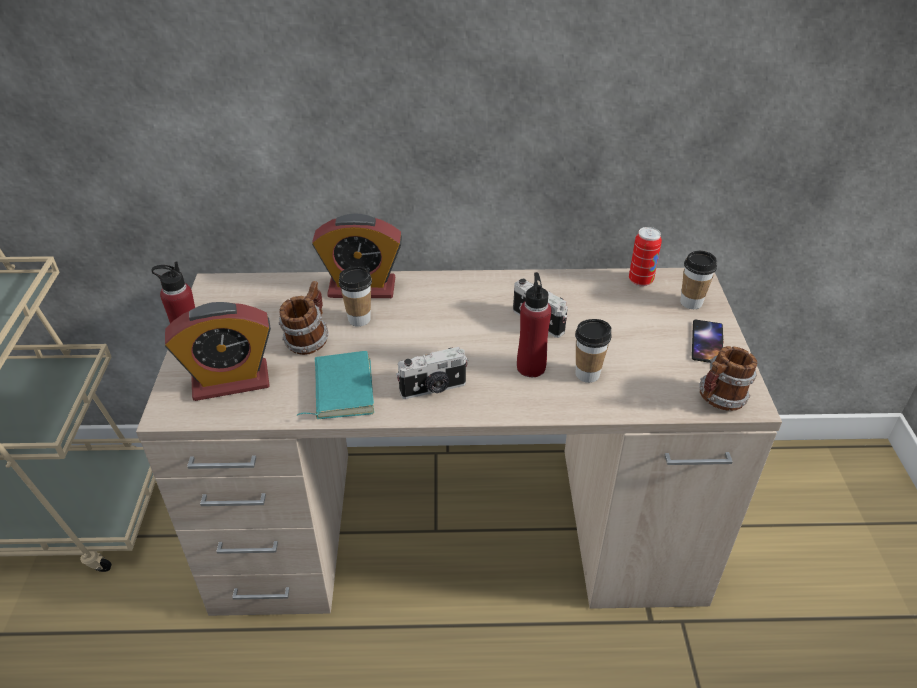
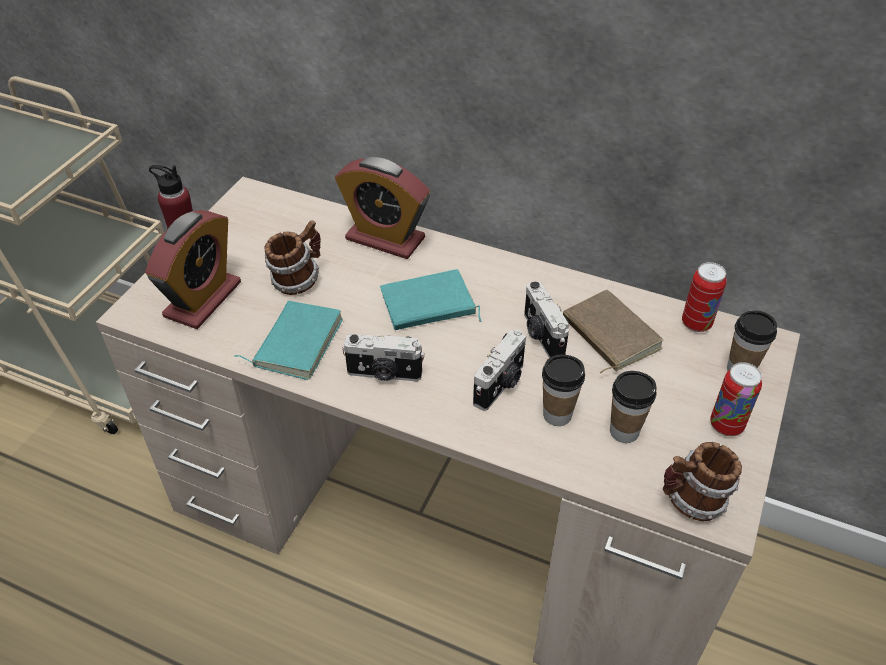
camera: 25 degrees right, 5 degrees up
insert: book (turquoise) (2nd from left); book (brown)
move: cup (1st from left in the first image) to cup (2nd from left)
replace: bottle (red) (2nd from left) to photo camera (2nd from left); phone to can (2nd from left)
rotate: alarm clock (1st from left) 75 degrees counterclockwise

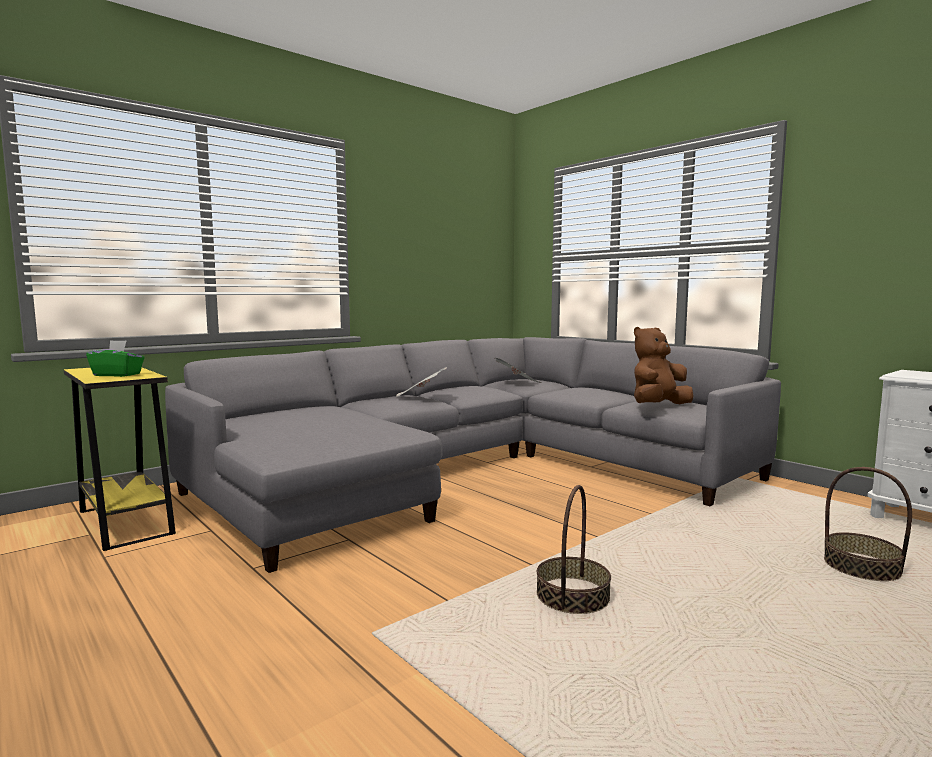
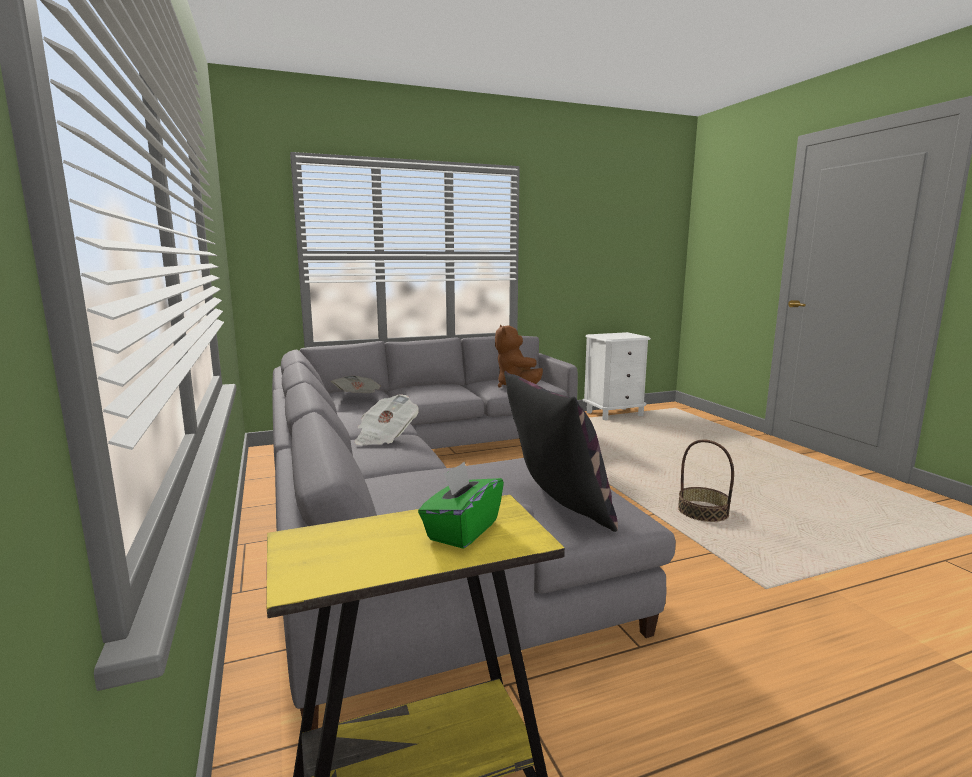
camera: 70 degrees left, 5 degrees up
delete: basket (2nd from left)
insert: pillow

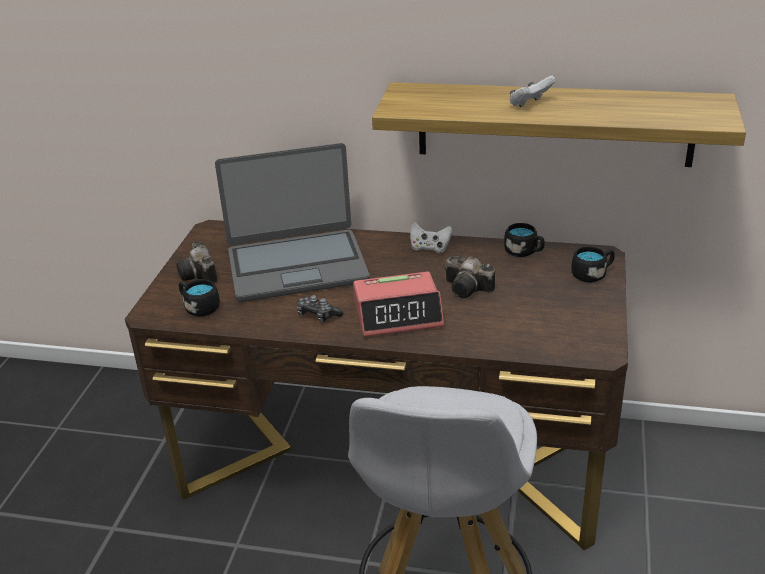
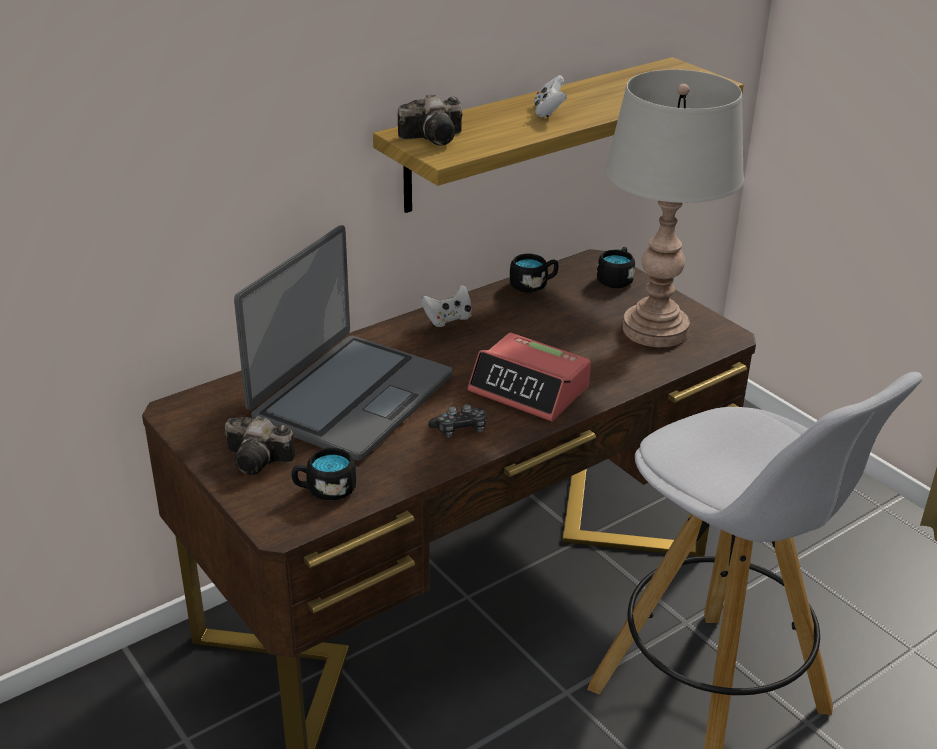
camera: 50 degrees left, 0 degrees up
insert: table lamp (grey)
move: photo camera (2nd from left)
rotate: alarm clock 90 degrees clockwise

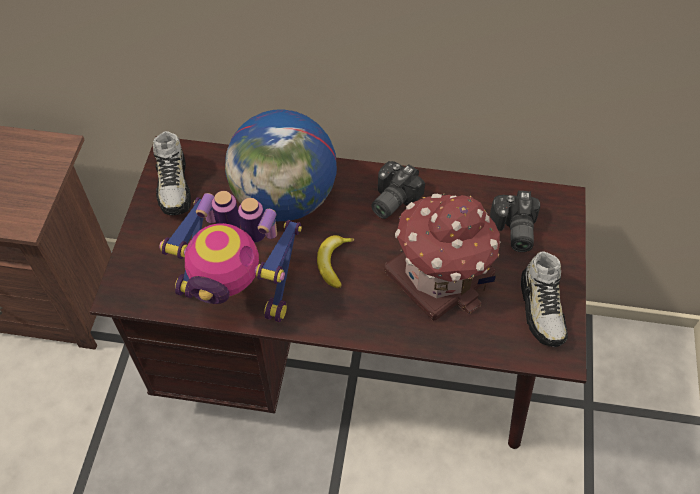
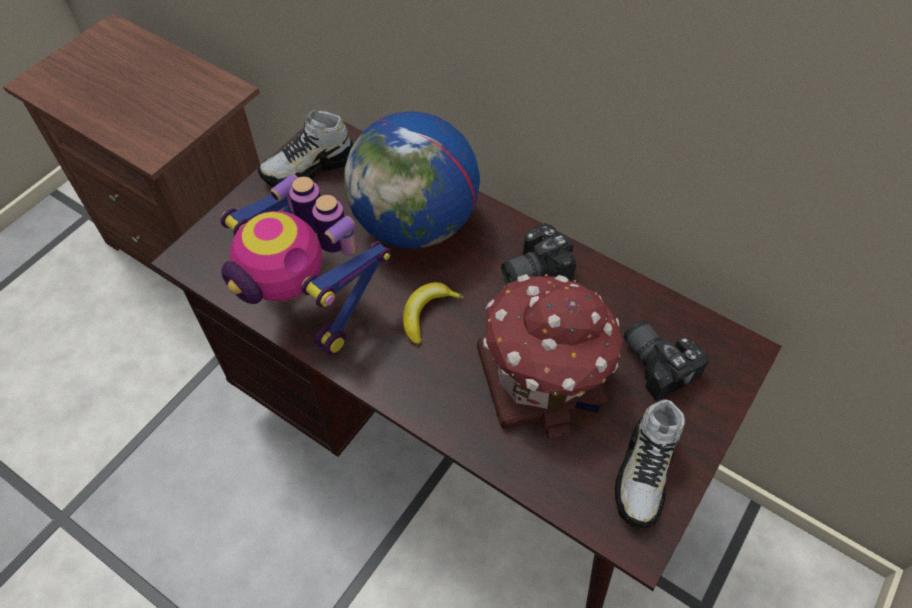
camera: 25 degrees right, 0 degrees up
rotate: shoe (1st from left) 45 degrees clockwise; photo camera (2nd from left) 120 degrees clockwise

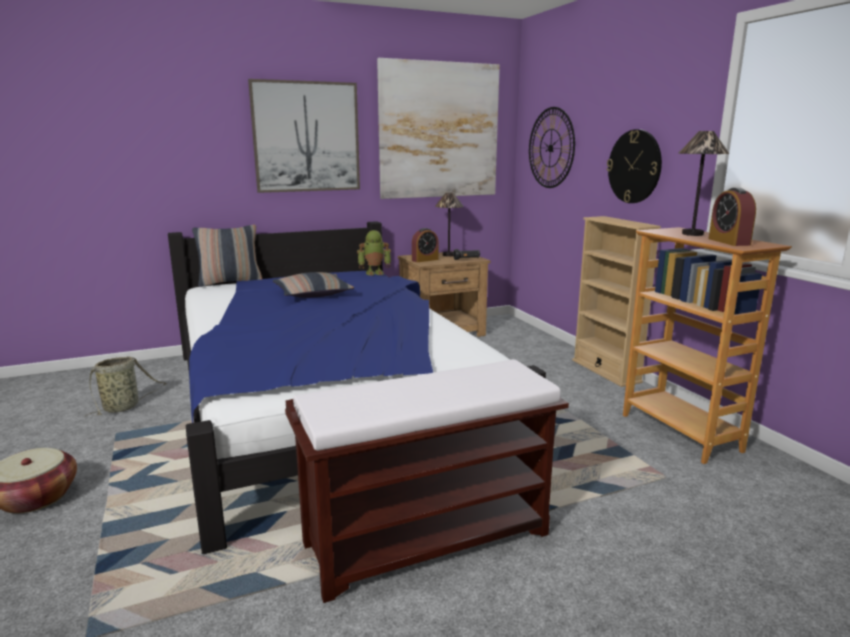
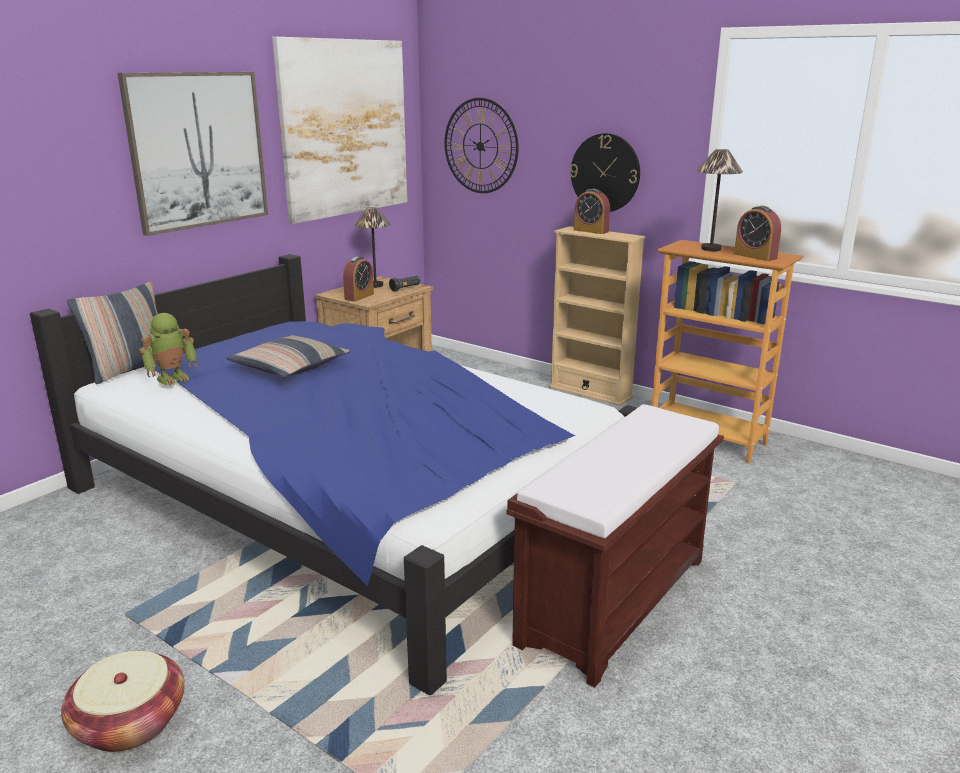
camera: 30 degrees left, 5 degrees up
delete: basket (2nd from left)
insert: alarm clock (2nd from left)
move: toy robot

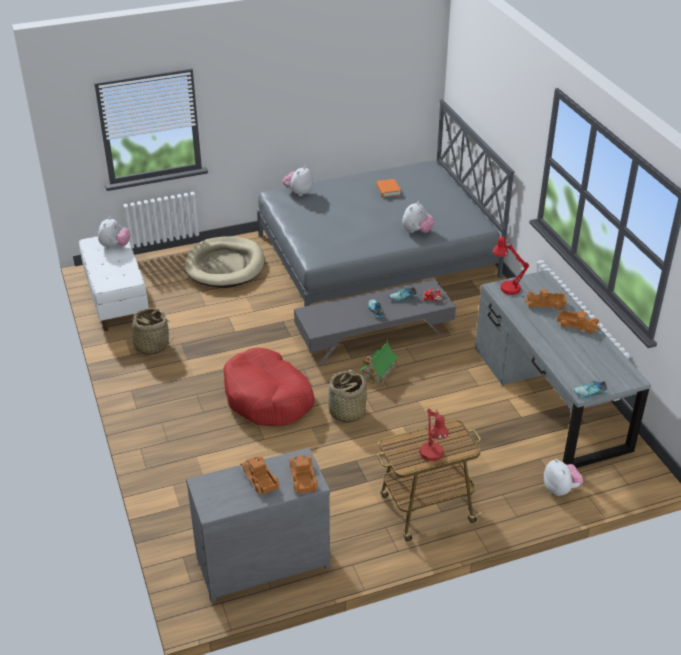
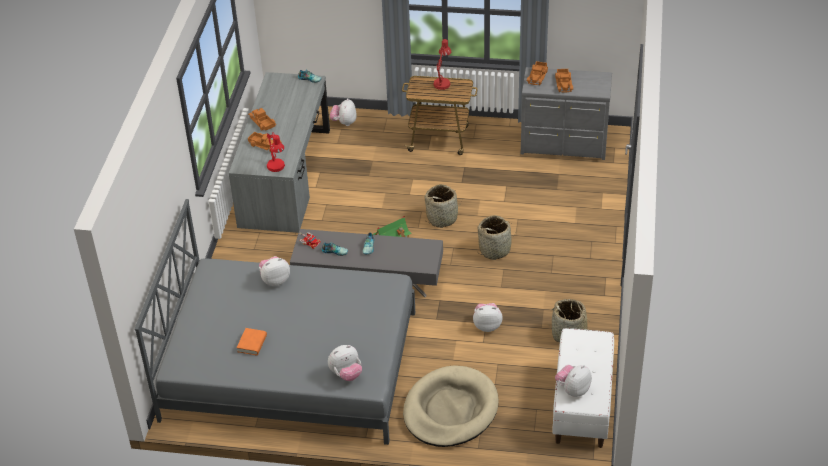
camera: 150 degrees left, 5 degrees up
insert: plush toy (4th from left)
replace: dog bed (red) to basket (2nd from left)

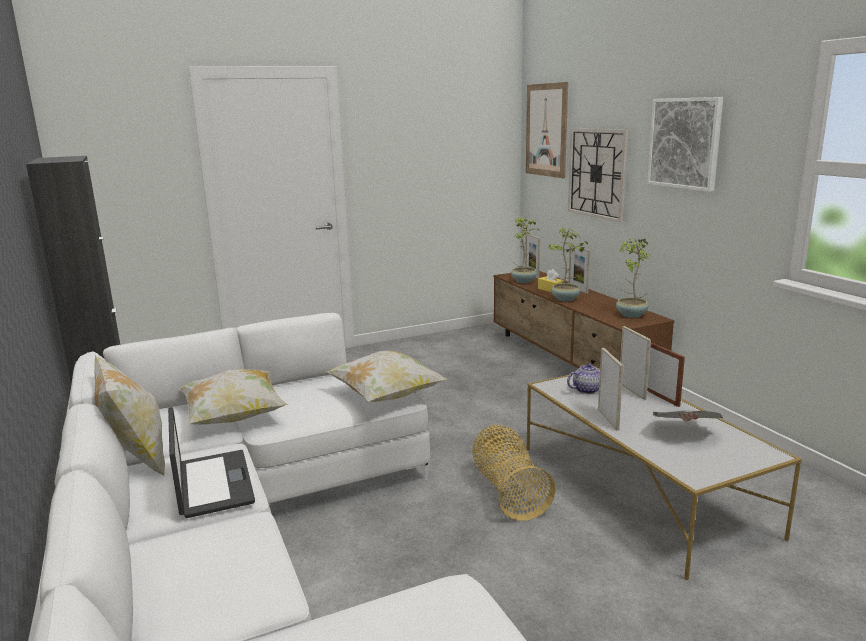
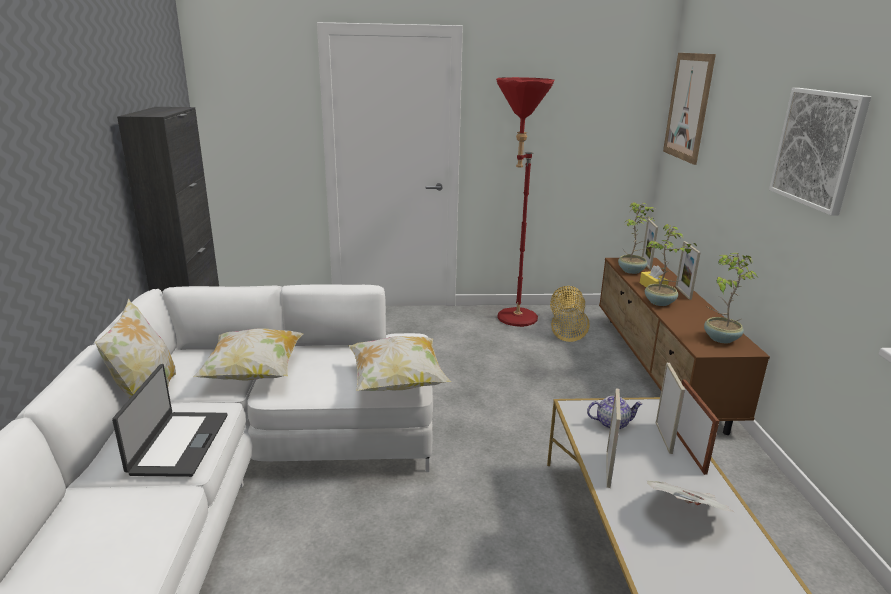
camera: 20 degrees right, 5 degrees up
delete: wall clock
insert: floor lamp (red)
move: basket

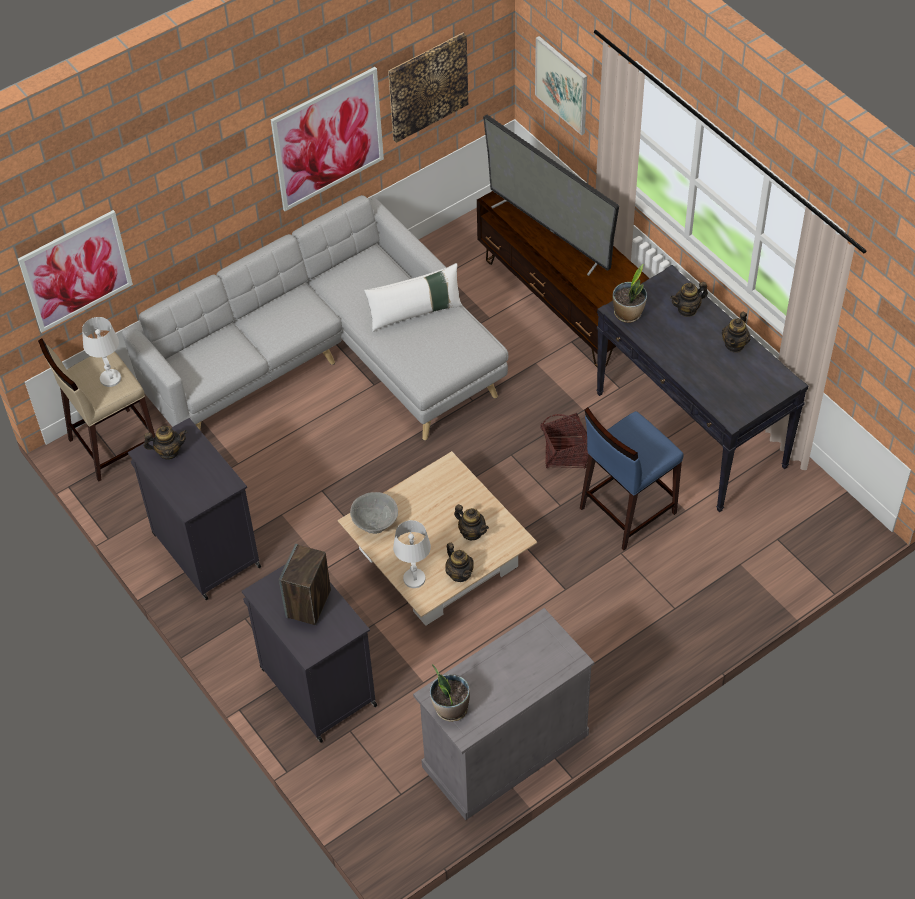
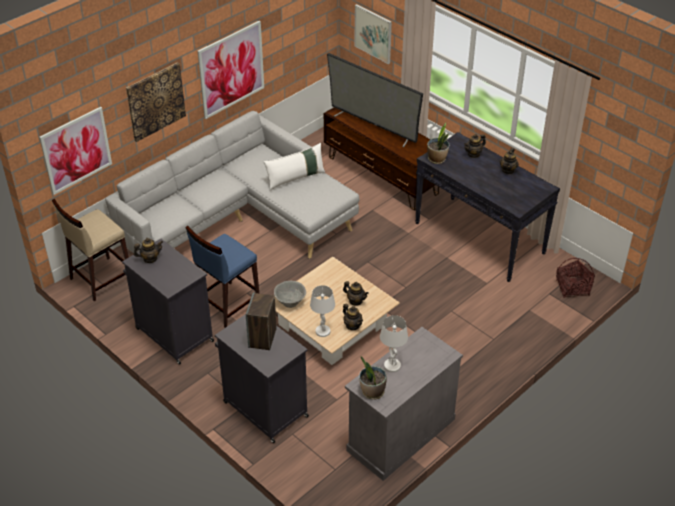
camera: 10 degrees left, 10 degrees down
move: picture (3rd from left in the first image) to picture (2nd from left); stool (blue); table lamp (white) (1st from left in the first image) to table lamp (white) (2nd from left); basket

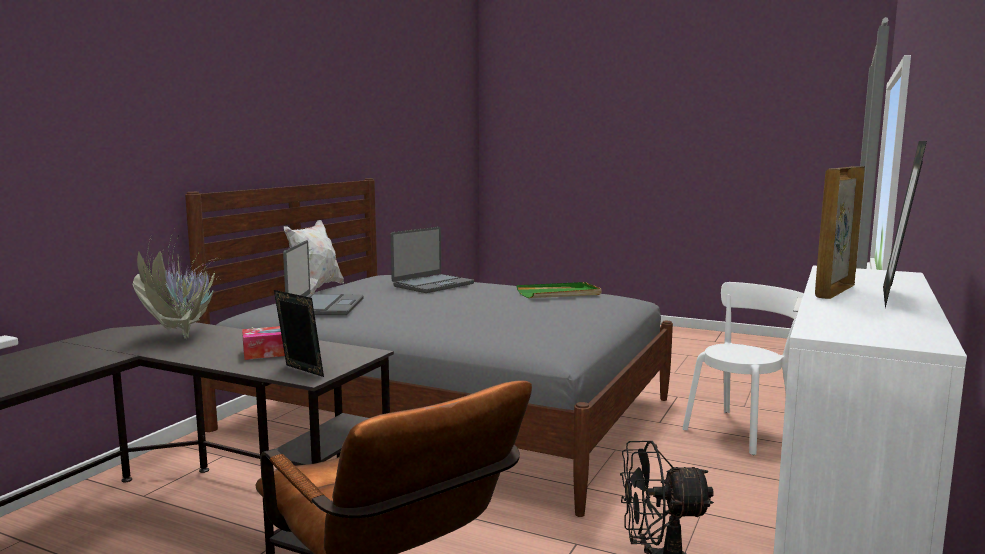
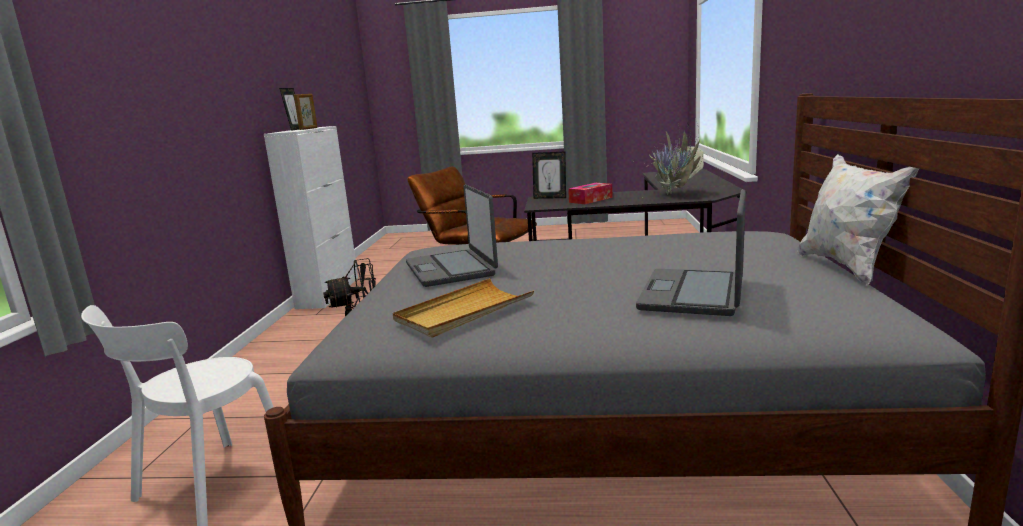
camera: 160 degrees right, 5 degrees up
move: laptop (1st from left)
recolor: tray (green) to tray (beige)

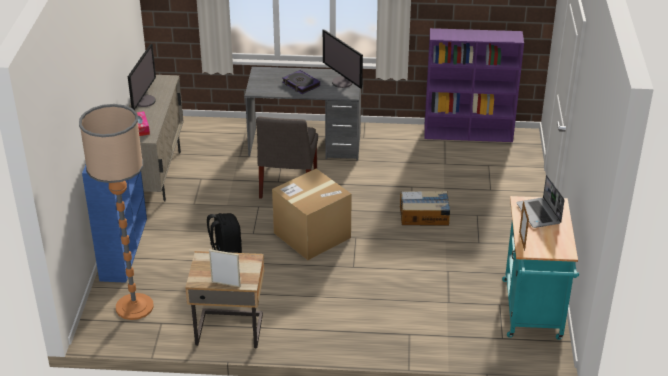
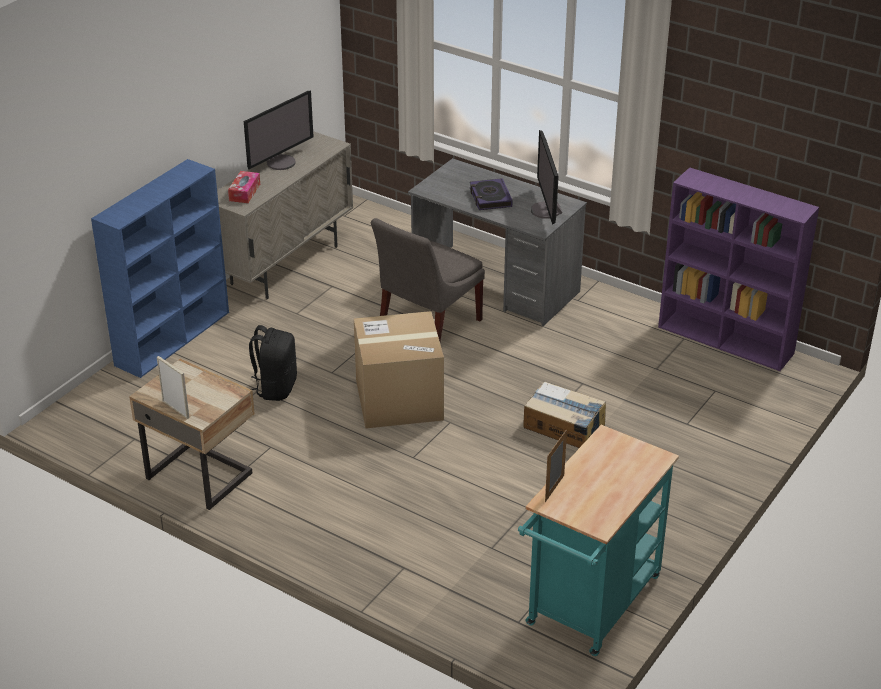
camera: 30 degrees right, 0 degrees up
delete: floor lamp; laptop

